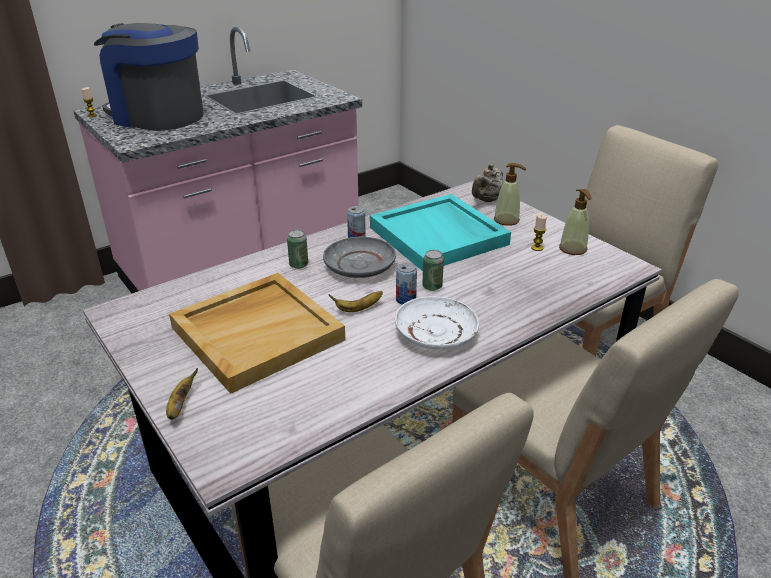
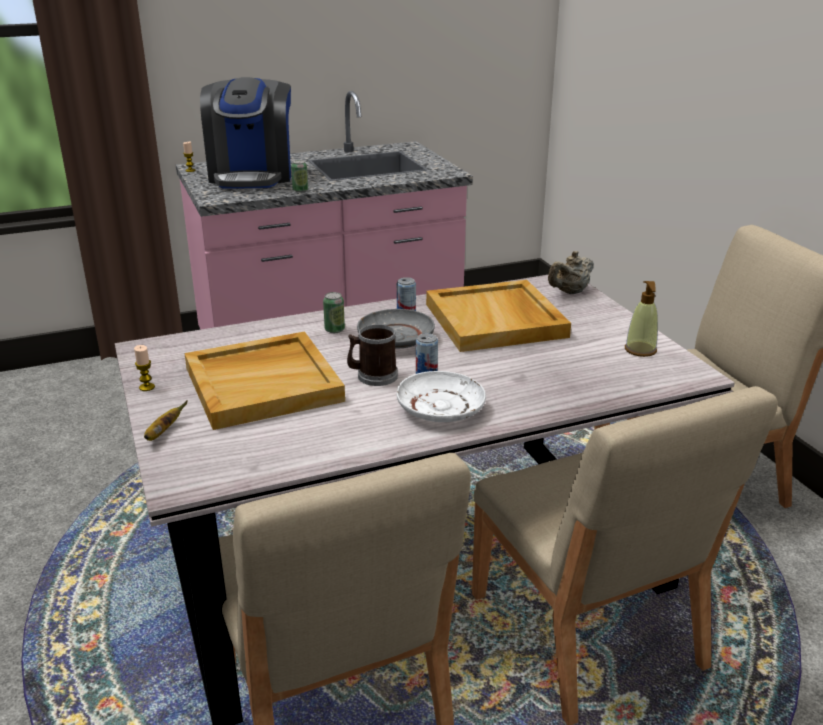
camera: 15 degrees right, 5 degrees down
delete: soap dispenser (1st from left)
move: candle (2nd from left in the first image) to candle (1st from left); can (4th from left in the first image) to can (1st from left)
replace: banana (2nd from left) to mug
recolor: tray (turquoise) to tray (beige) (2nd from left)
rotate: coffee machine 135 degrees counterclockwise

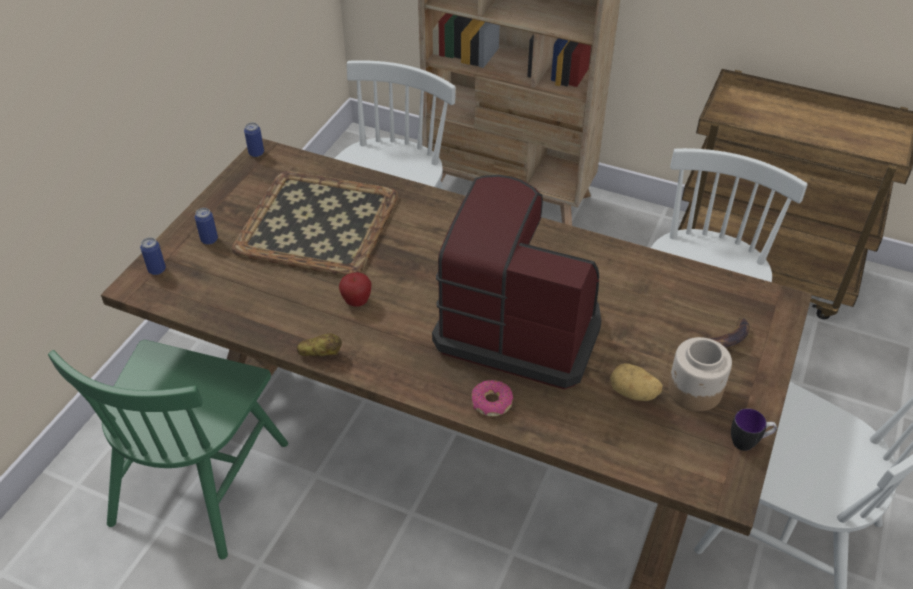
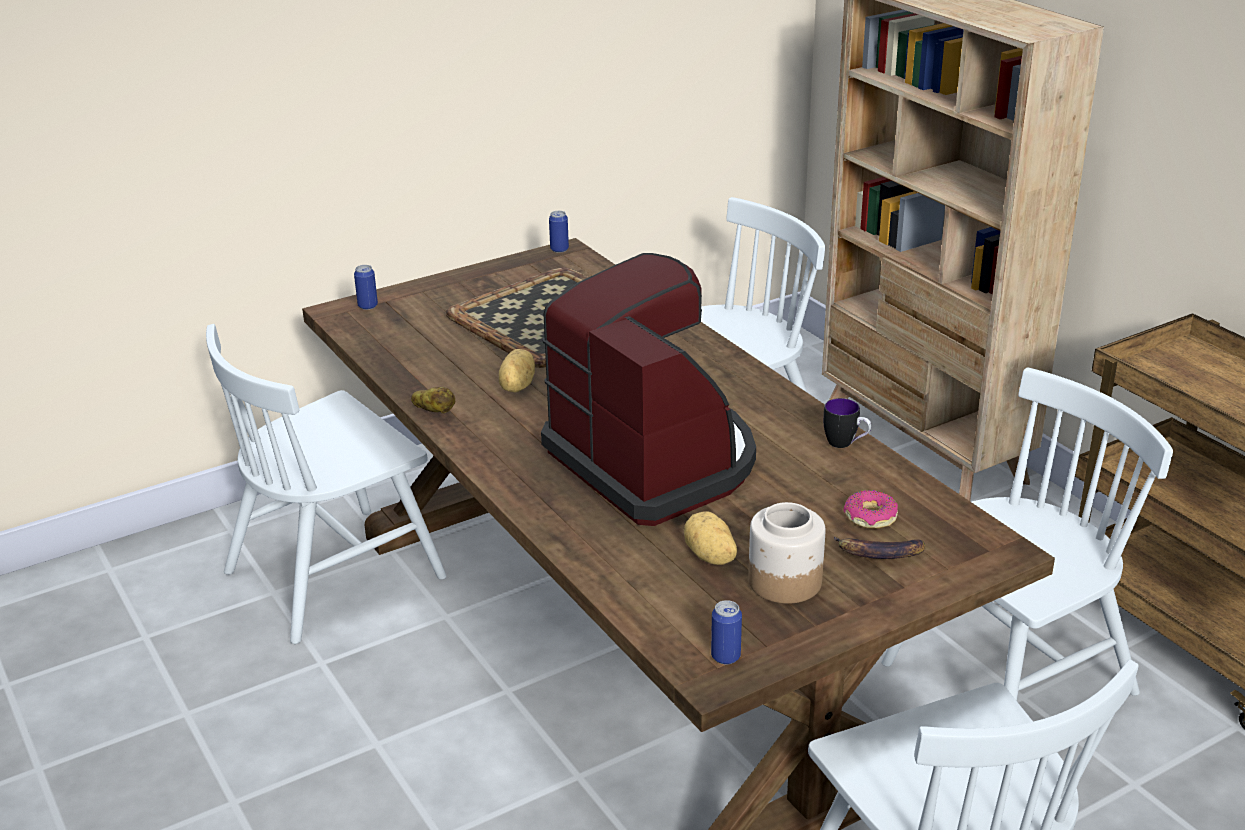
camera: 35 degrees right, 15 degrees down
move: can (2nd from left in the first image) to can (3rd from left); mug; donut
replace: apple to potato (2nd from left)
recolor: chair (green) to chair (white) (1st from left)

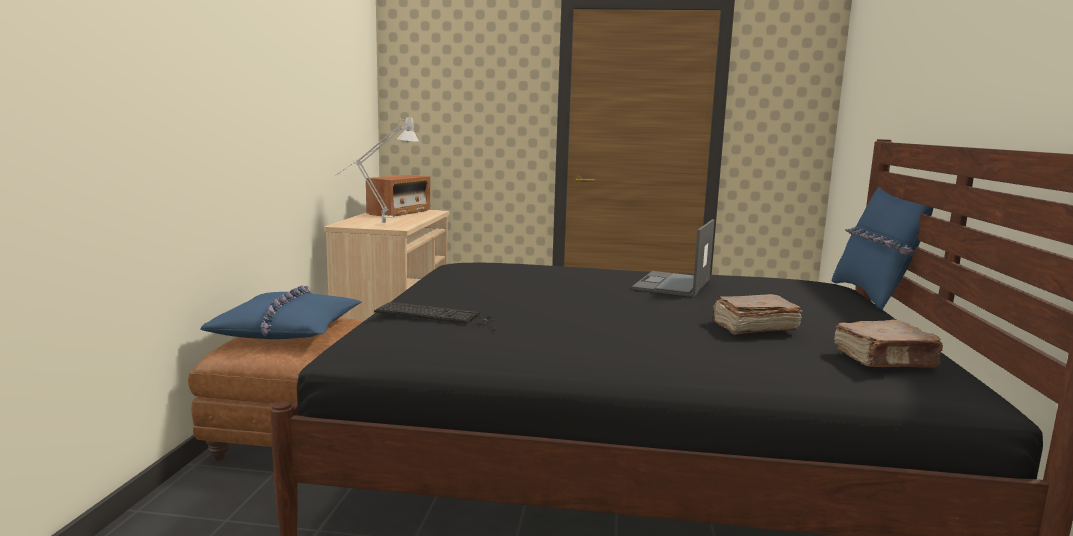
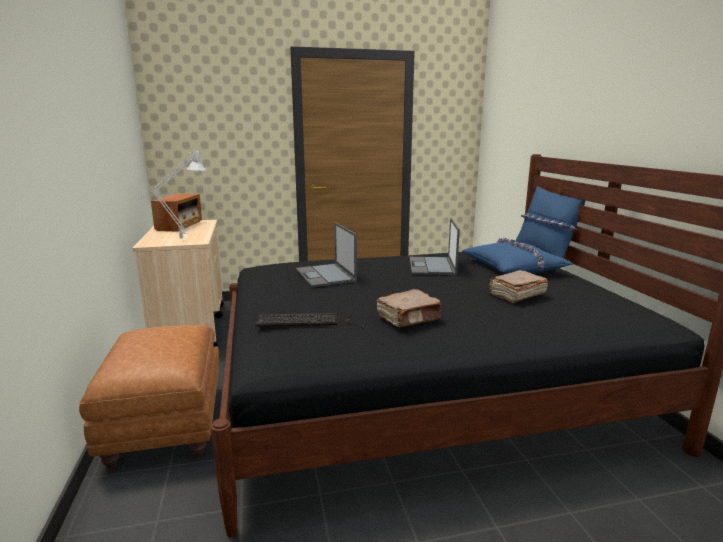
camera: 20 degrees left, 5 degrees up
insert: laptop (1st from left)
move: book (brown) (2nd from left in the first image) to book (brown) (1st from left); pillow (blue) (1st from left)

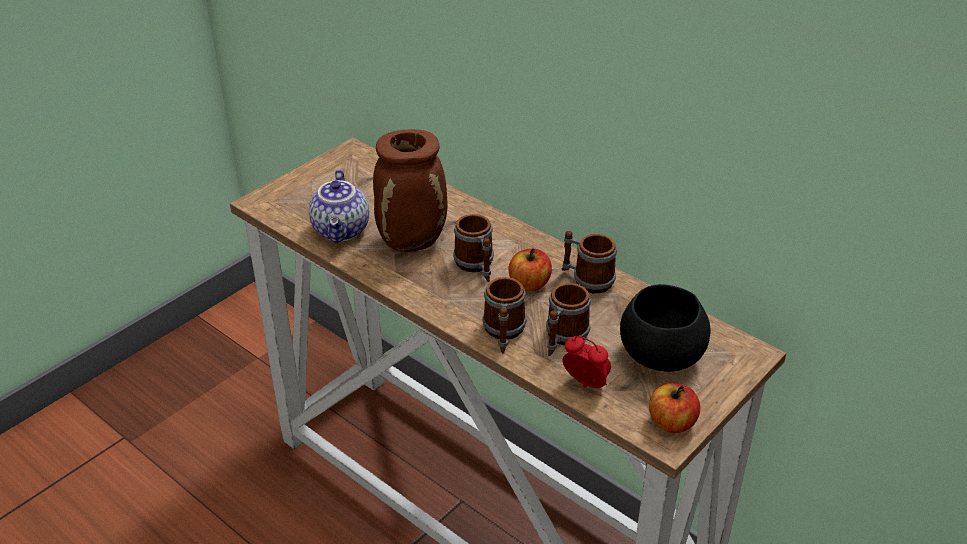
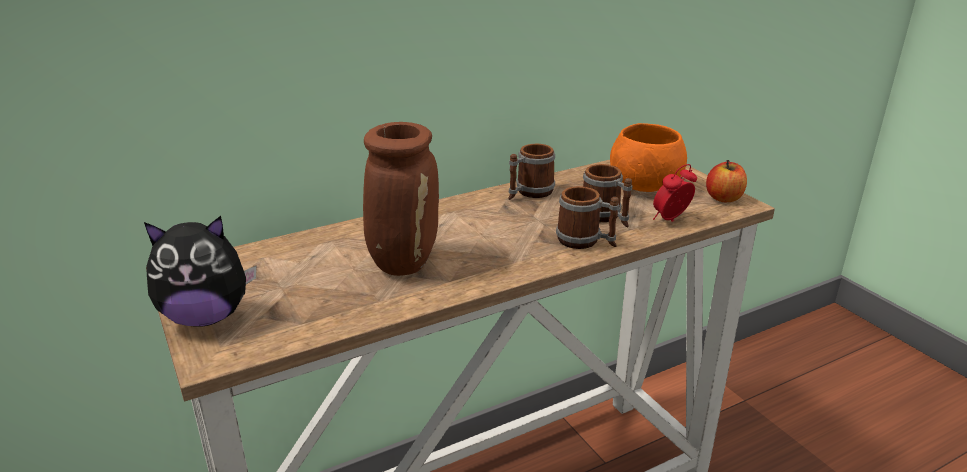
camera: 70 degrees left, 10 degrees down
delete: teapot; mug (1st from left); apple (1st from left)
insert: plush toy
recolor: bowl (black) to bowl (orange)

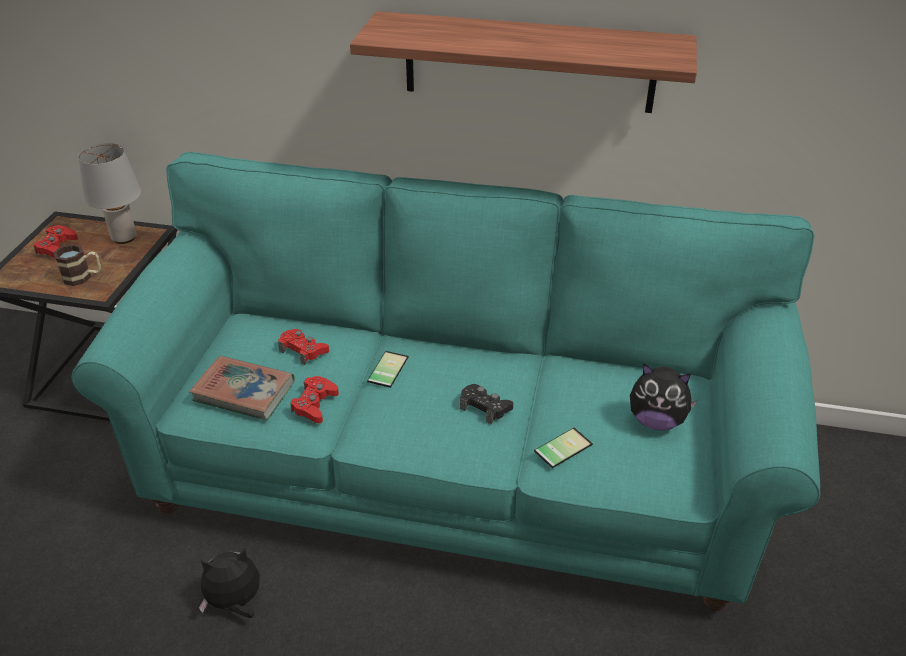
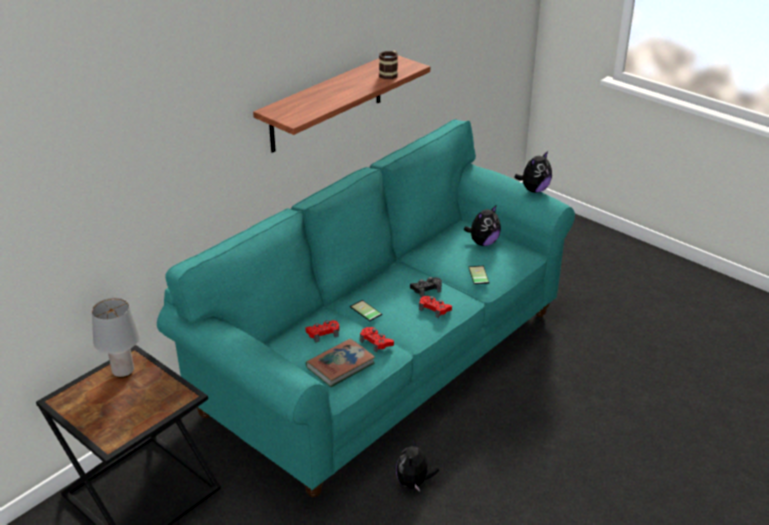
camera: 60 degrees left, 5 degrees down
insert: plush toy (3rd from left)
move: mug; game controller (red) (1st from left in the first image) to game controller (red) (3rd from left)

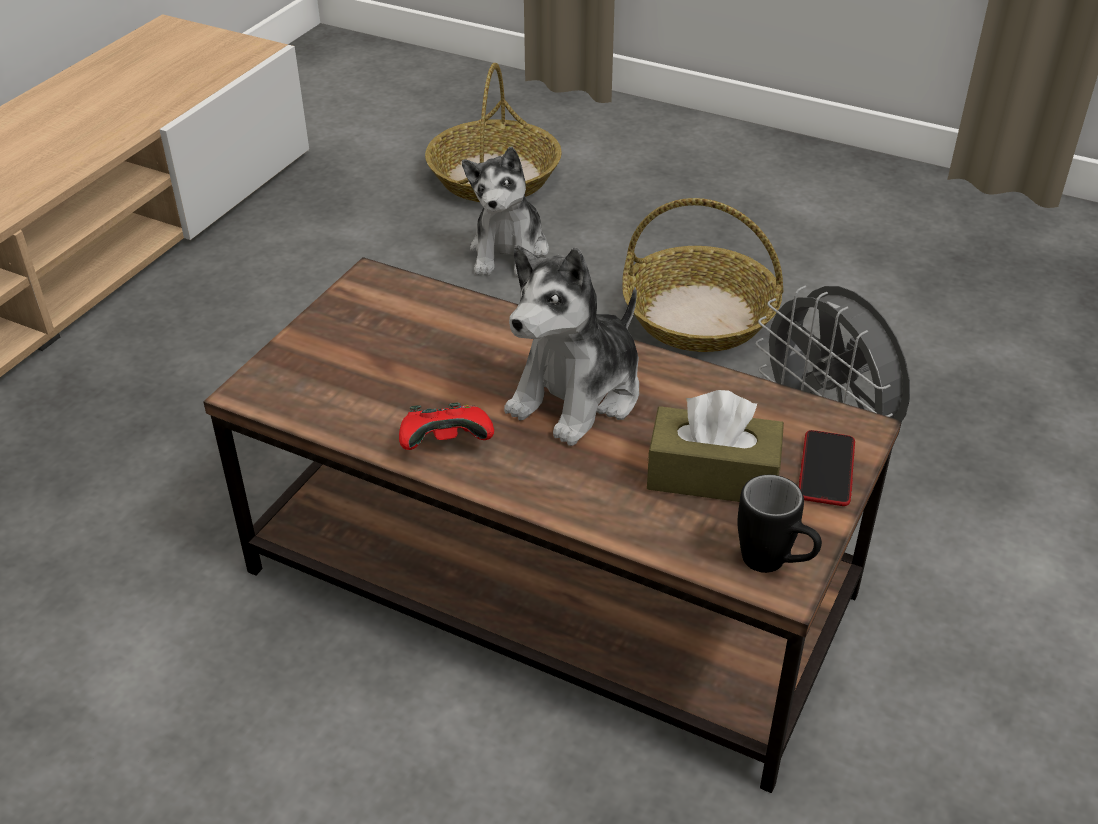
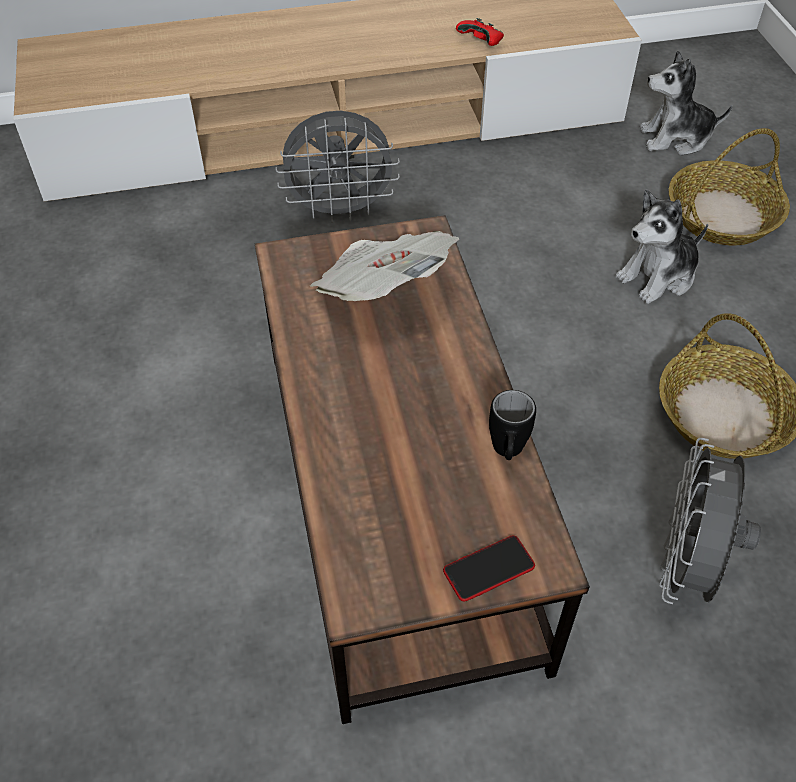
camera: 50 degrees right, 10 degrees up
delete: tissue box (brown)
insert: fan (grey) (1st from left); newspaper
move: game controller (red); mug (black); plush toy (2nd from left)

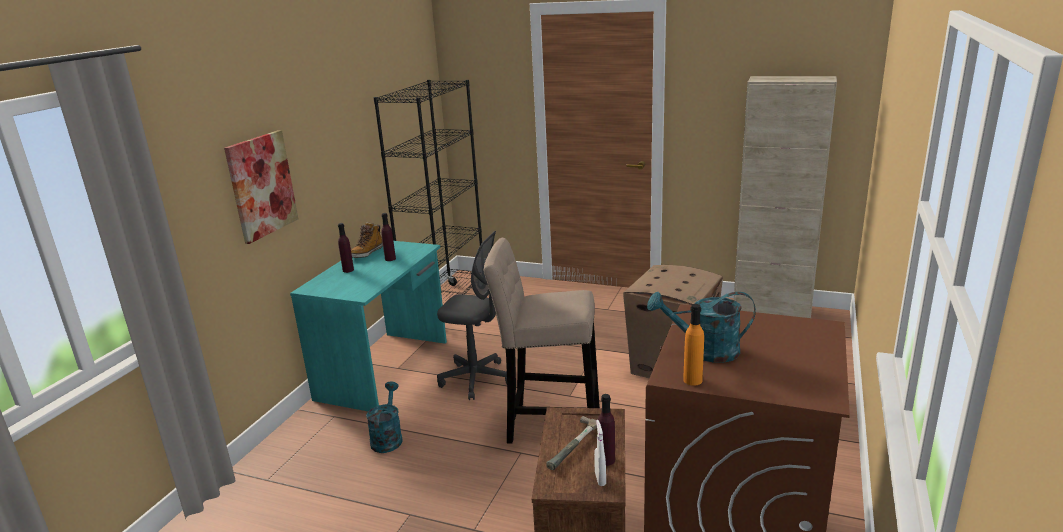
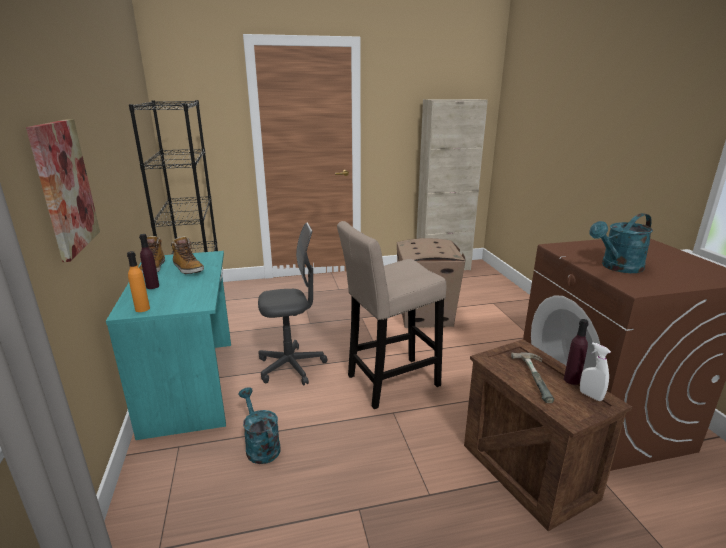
camera: 35 degrees left, 0 degrees up
move: bottle (orange)
replace: bottle (purple) (2nd from left) to boot (2nd from left)

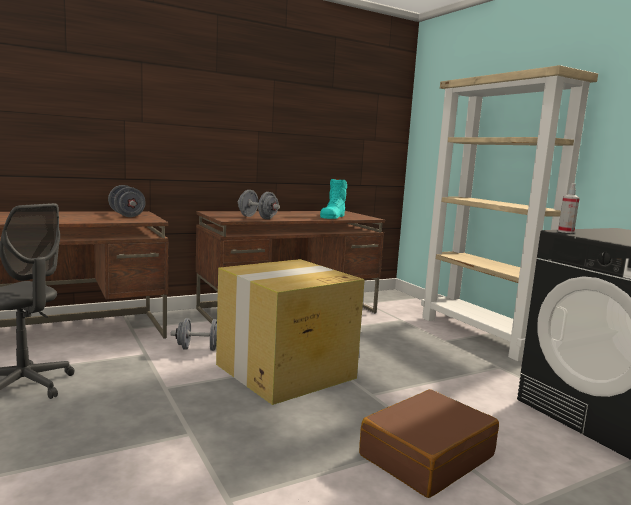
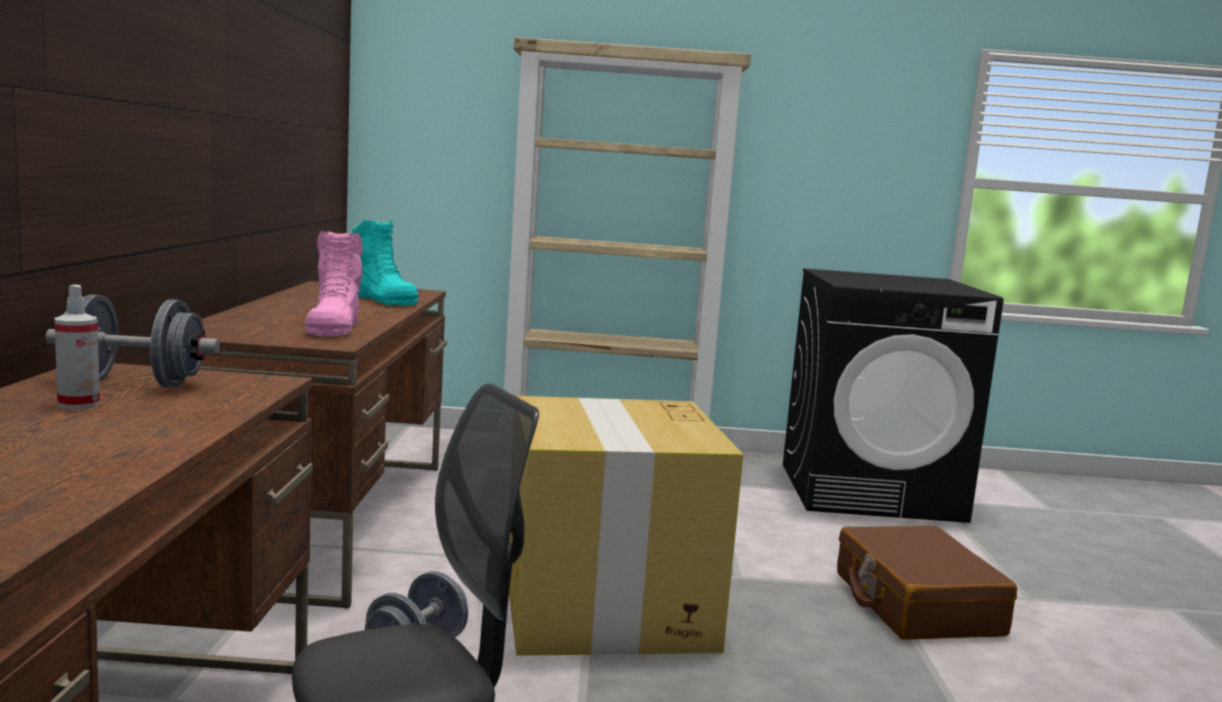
camera: 60 degrees left, 0 degrees up
move: spray bottle
replace: dumbbell (grey) (3rd from left) to boot (pink)

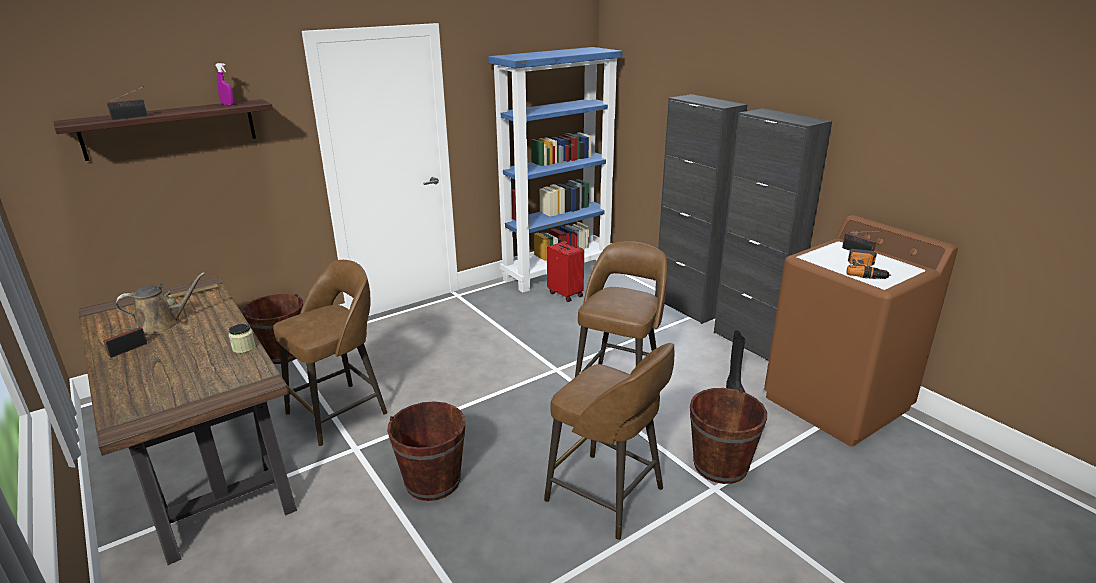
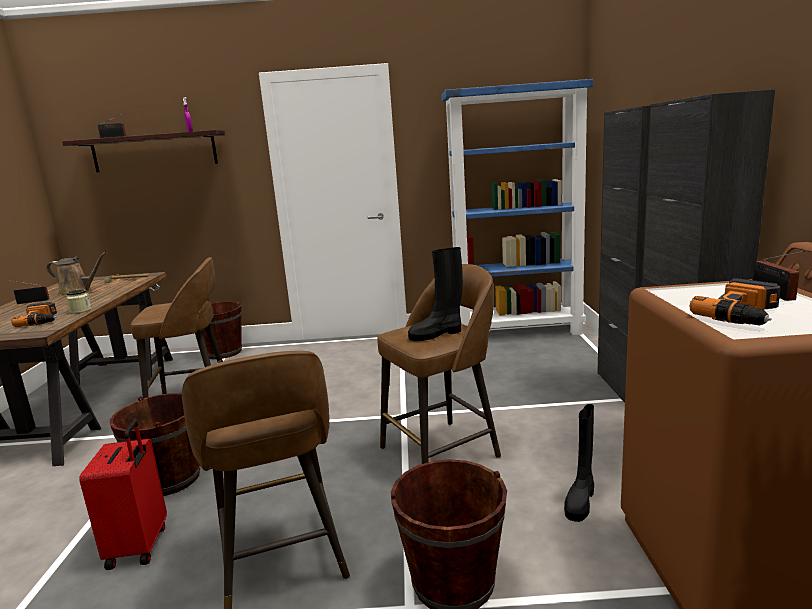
camera: 35 degrees right, 10 degrees down
insert: power drill (1st from left); boot (black) (1st from left)
move: suitcase (red)

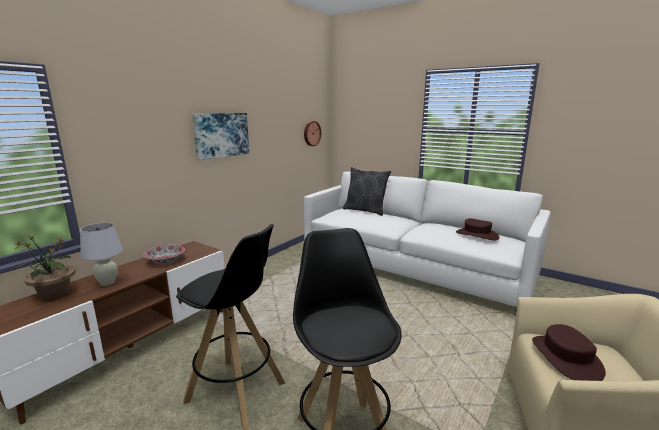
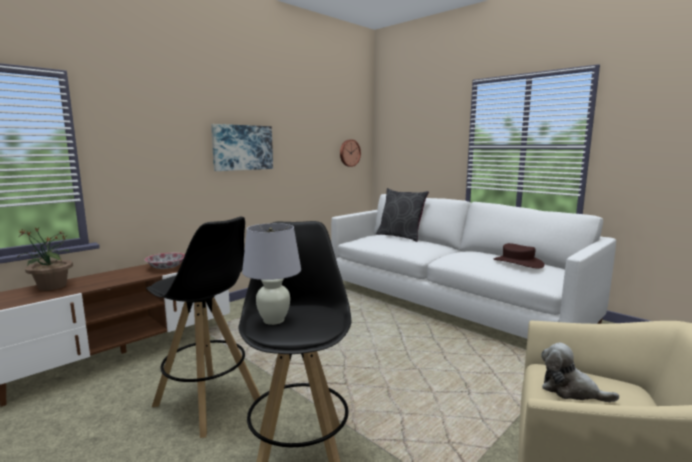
camera: 10 degrees right, 5 degrees down
move: table lamp (white)
replace: hat (brown) (2nd from left) to plush toy

